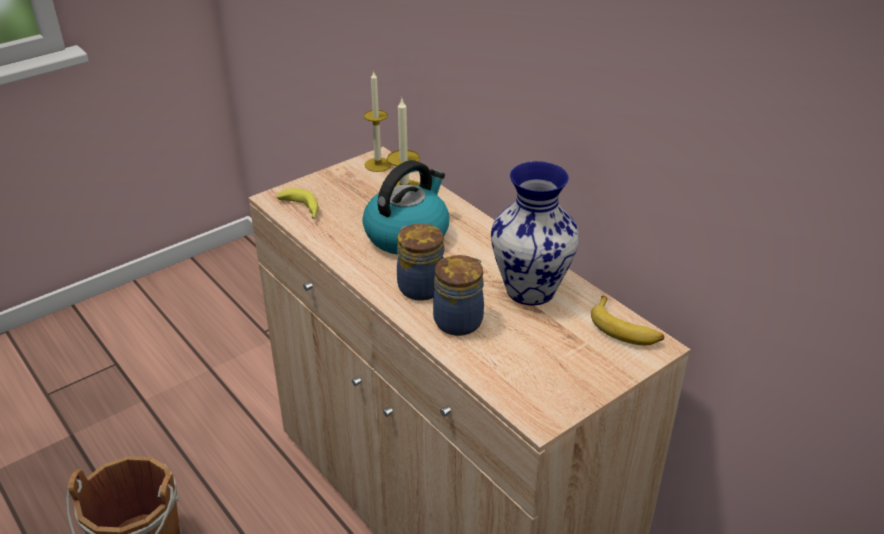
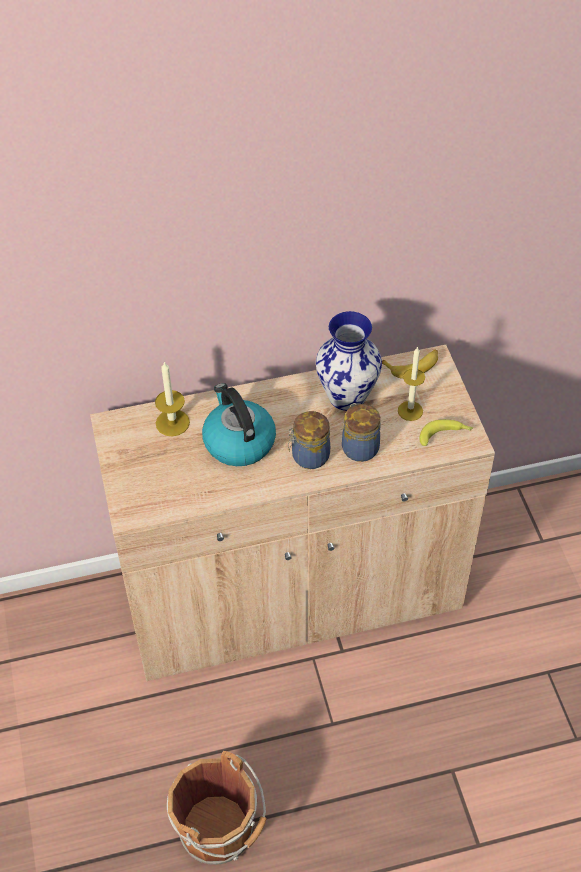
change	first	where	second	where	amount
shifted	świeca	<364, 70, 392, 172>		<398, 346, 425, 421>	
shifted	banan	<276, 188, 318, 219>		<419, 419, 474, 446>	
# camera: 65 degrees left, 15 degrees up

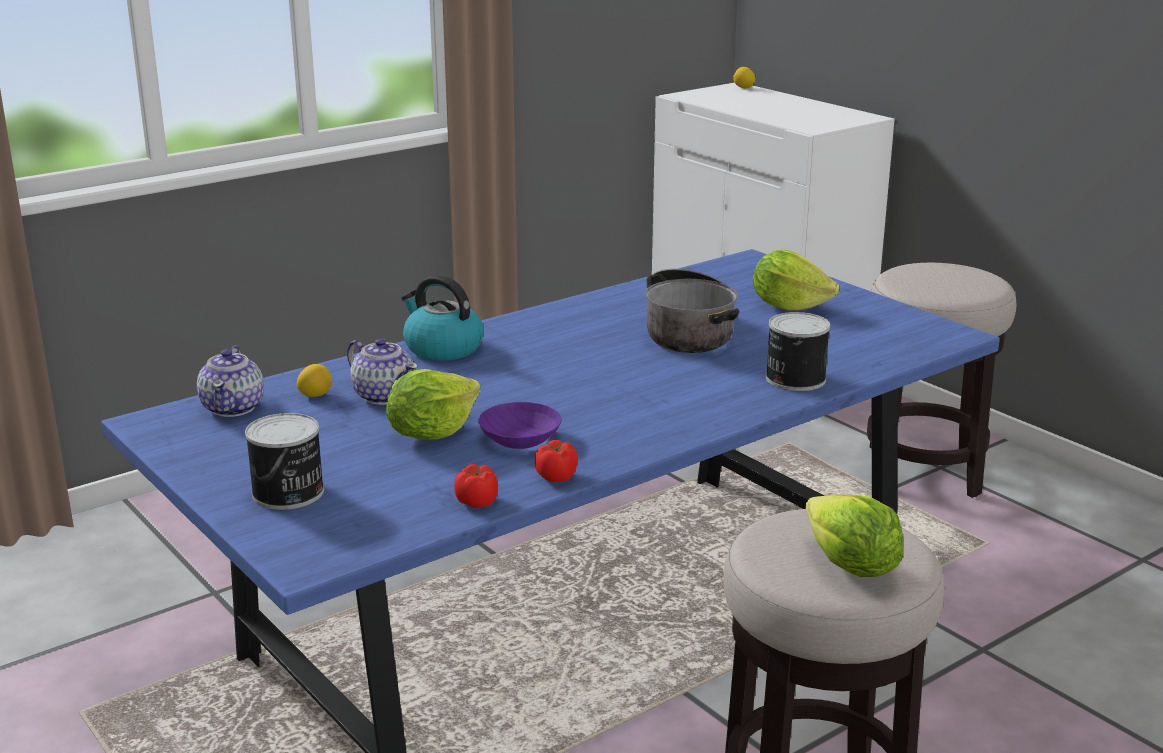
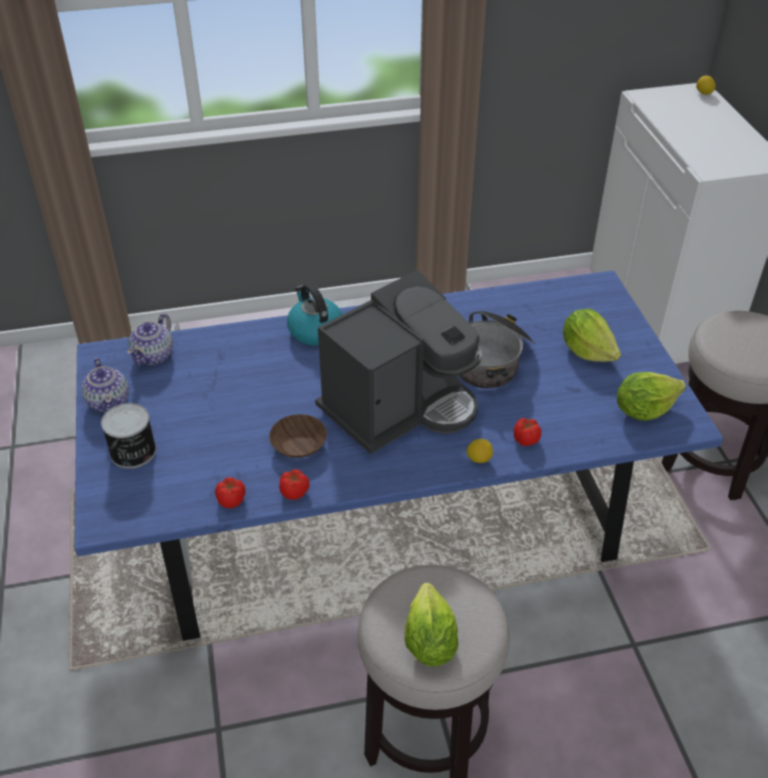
change	first	where	second	where	amount
shifted	imbryk	<347, 338, 418, 405>		<82, 358, 129, 412>	
repainted	miska [fioletowy]	<478, 402, 562, 449>	miska [brązowy]	<269, 414, 327, 458>	
new			ekspres do kawy	<315, 270, 482, 454>	
shifted	cytryna	<297, 364, 332, 397>		<466, 439, 493, 463>	
swapped	puszka	<766, 312, 830, 391>	pomidor	<514, 418, 541, 446>	
shifted	sałata	<386, 369, 481, 440>		<617, 372, 686, 421>	
# camera: 25 degrees right, 20 degrees up

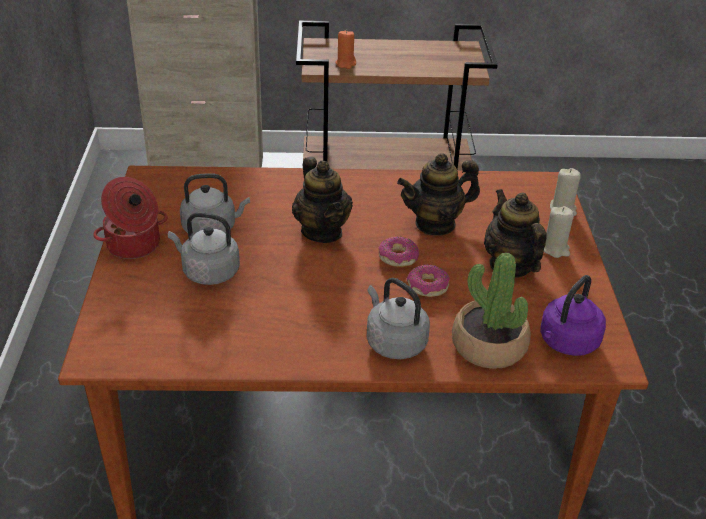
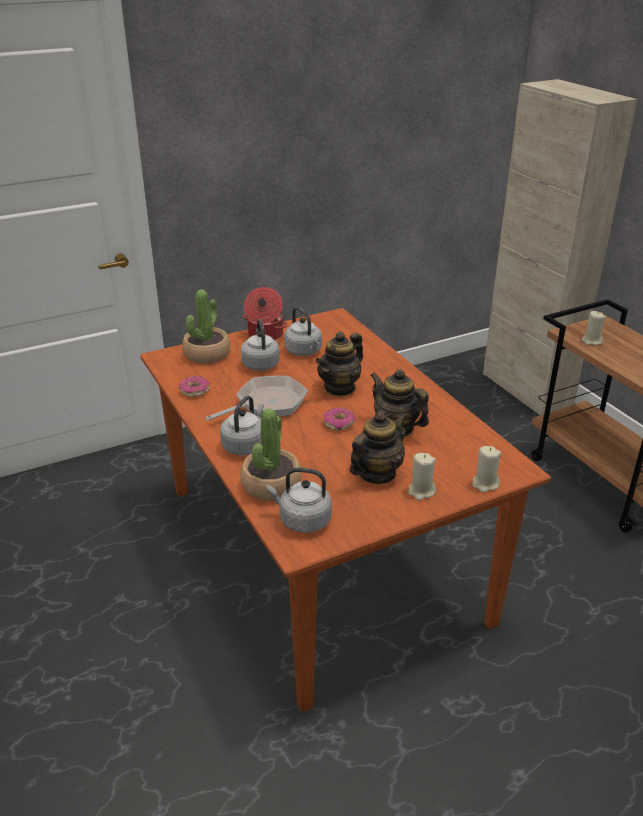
change	first	where	second	where	amount
shifted	donut	<407, 264, 450, 297>		<179, 376, 210, 397>	
new			roślina doniczkowa	<182, 289, 230, 364>	
new			patelnia	<205, 376, 308, 421>	
repainted	czajnik [fioletowy]	<540, 275, 606, 356>	czajnik [szary]	<267, 468, 332, 533>	
repainted	świeca [pomarańczowy]	<335, 30, 356, 69>	świeca [beżowy]	<582, 311, 606, 345>	
# camera: 65 degrees right, 5 degrees down

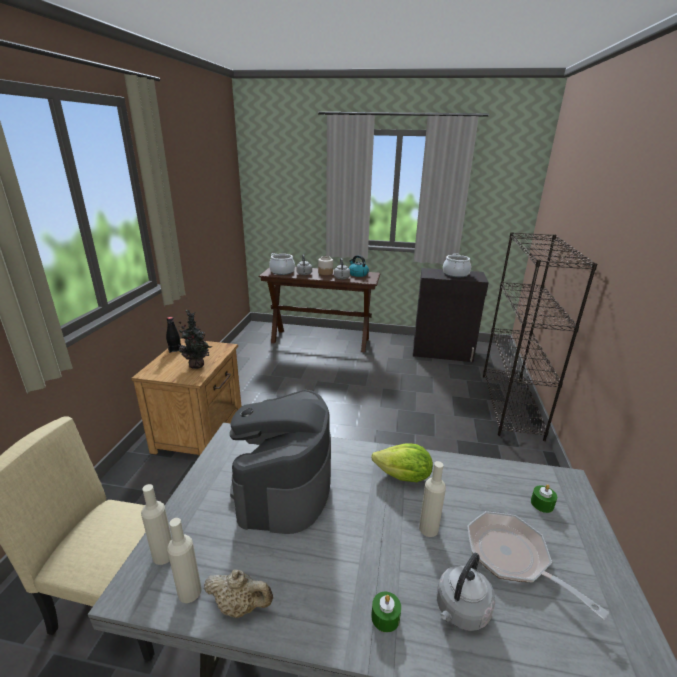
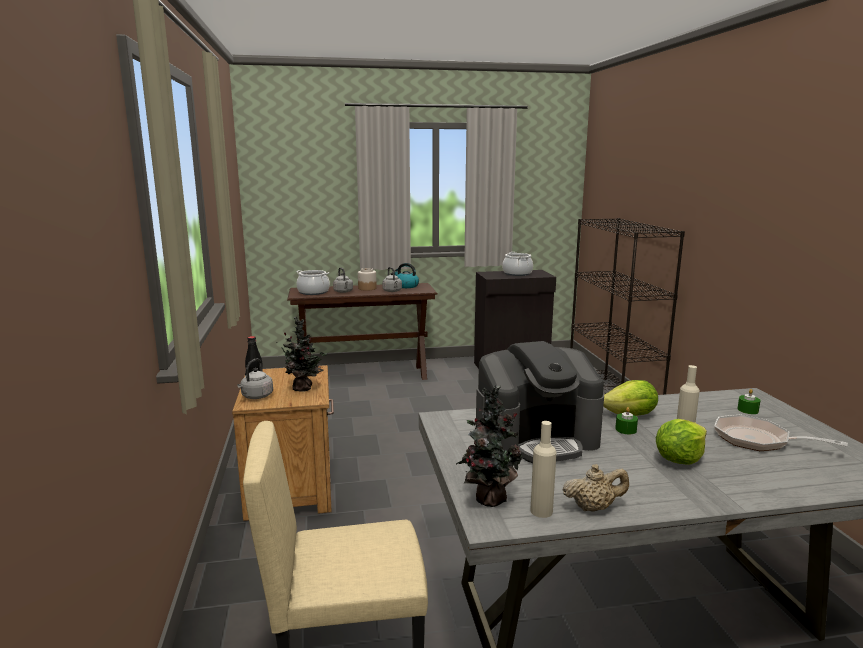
change	first	where	second	where	amount
shifted	czajnik [szary]	<437, 553, 495, 631>		<237, 358, 273, 399>	
swapped	butelka [beżowy]	<141, 484, 172, 565>	roślina doniczkowa	<456, 385, 522, 507>	
rotated	ekspres do kawy	<230, 389, 331, 534>		<476, 341, 604, 463>	90 degrees counterclockwise
shifted	świeca [zielony]	<371, 592, 401, 632>		<615, 407, 638, 434>	
new			sałata	<656, 419, 707, 464>	
# camera: 20 degrees left, 10 degrees down

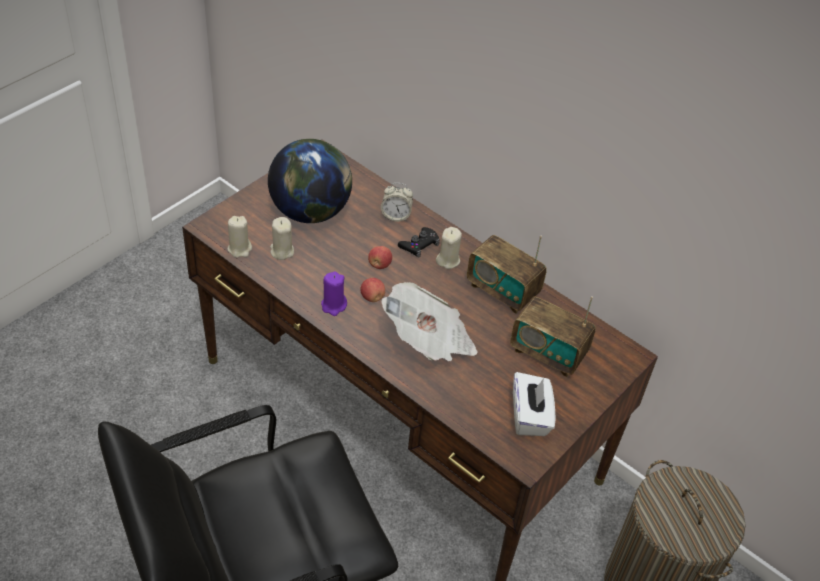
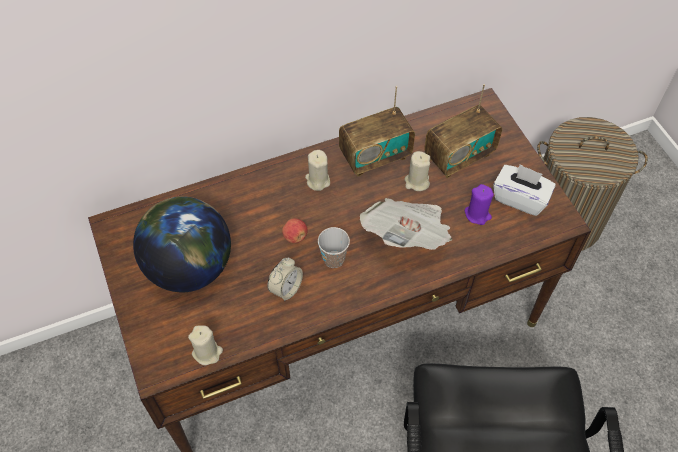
change	first	where	second	where	amount
shifted	budzik	<381, 183, 413, 222>		<267, 257, 303, 301>	
swapped	jabłko	<360, 278, 385, 302>	filiżanka	<318, 227, 350, 268>	
shifted	świeca [beżowy]	<270, 217, 294, 260>		<405, 151, 430, 191>	
shifted	świeca [fioletowy]	<321, 271, 347, 316>		<465, 184, 494, 225>	
gone	pad do gier [czarny]	<398, 227, 440, 258>			
# camera: 60 degrees left, 10 degrees up

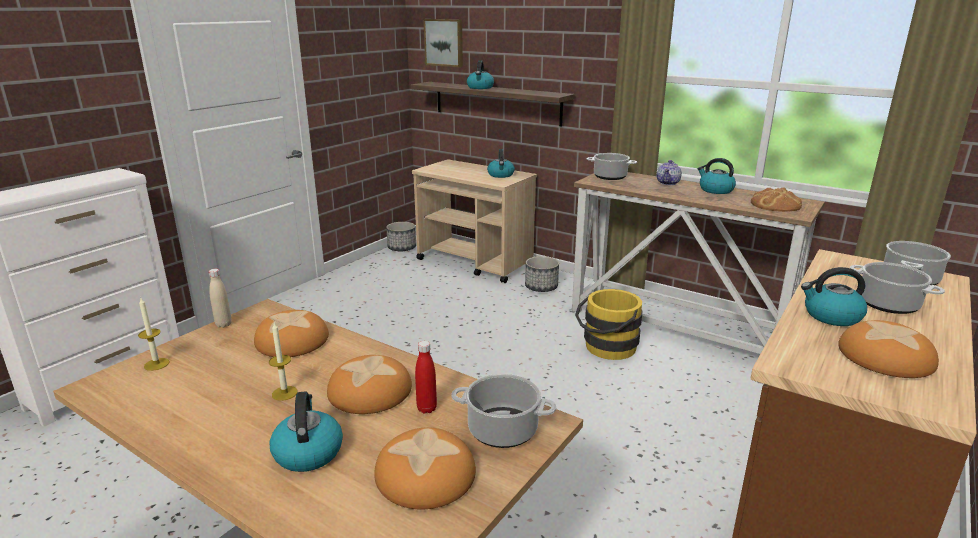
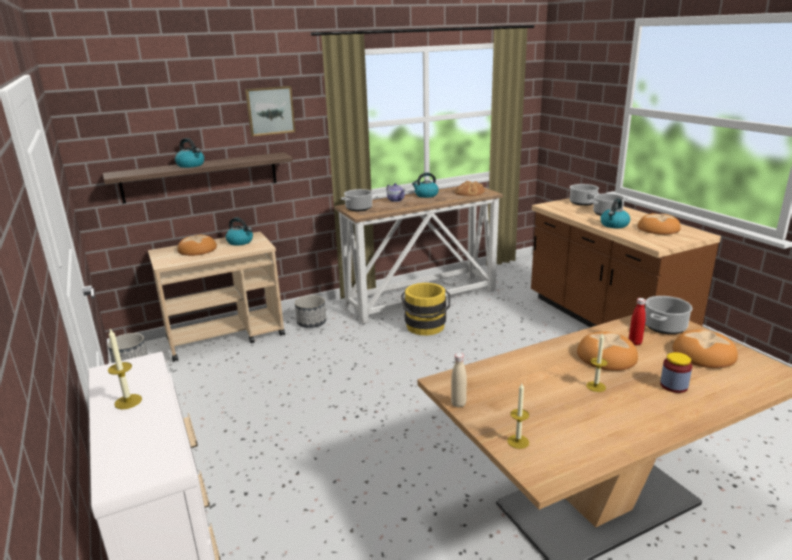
change	first	where	second	where	amount
new			świeca	<108, 329, 142, 409>	
shifted	chleb	<254, 310, 329, 357>		<177, 235, 217, 256>	
shifted	obraz	<423, 19, 463, 67>		<245, 86, 295, 136>	
swapped	czajnik	<269, 391, 343, 472>	słoik	<660, 352, 692, 393>	
# camera: 60 degrees left, 0 degrees up

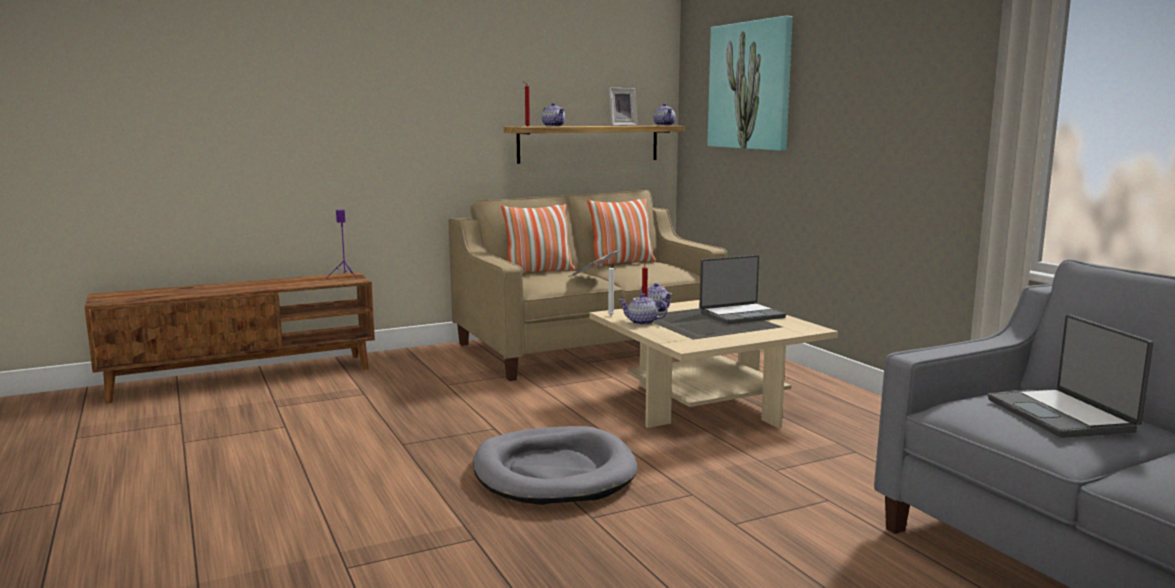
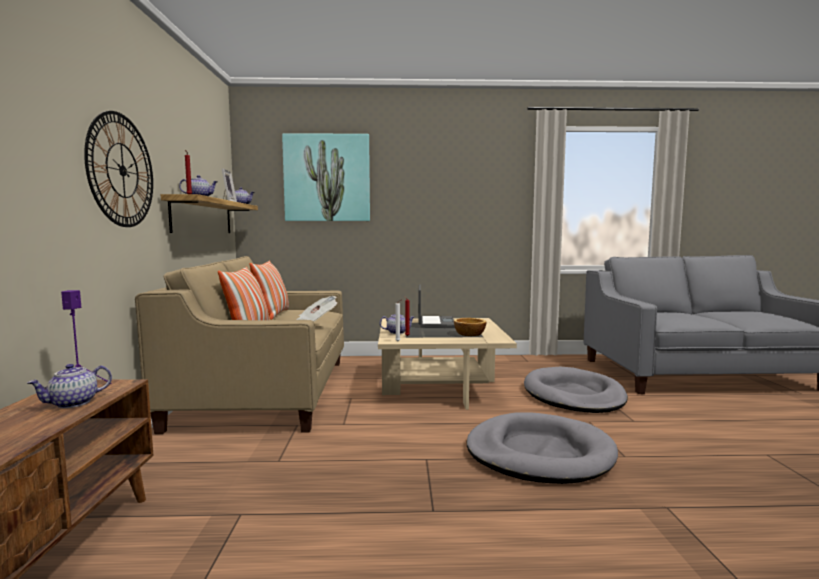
change	first	where	second	where	amount
shifted	imbryk	<619, 293, 668, 325>		<27, 364, 112, 408>	
new			zegar ścienny	<84, 111, 153, 227>	
new			miska	<454, 318, 486, 336>	
new			legowisko [szary]	<524, 367, 628, 413>	
gone	laptop	<988, 315, 1153, 438>			
# camera: 65 degrees left, 5 degrees down

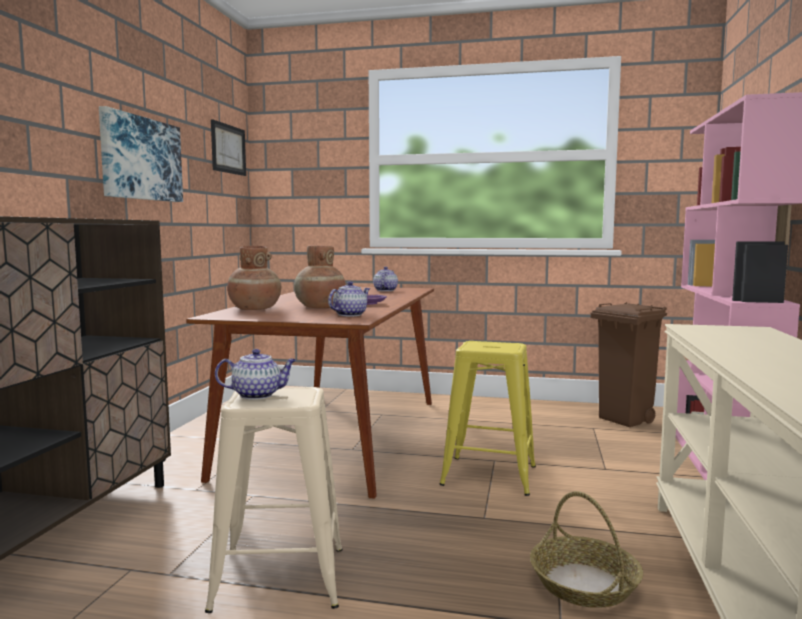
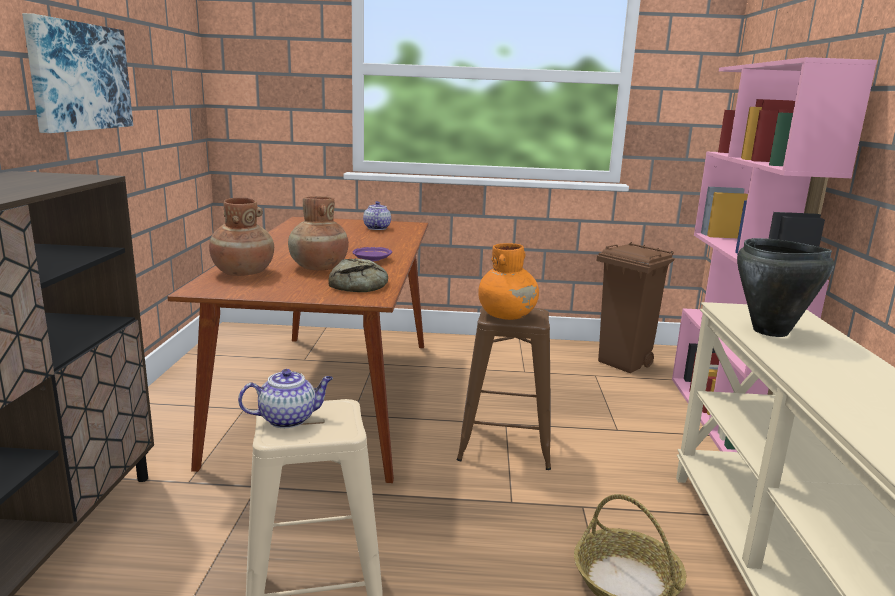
change	first	where	second	where	amount
swapped	imbryk	<328, 281, 370, 317>	chleb	<328, 258, 388, 292>	
repainted	stołek [żółty]	<439, 341, 536, 496>	stołek [brązowy]	<457, 306, 551, 470>	
new			wazon [pomarańczowy]	<478, 243, 539, 320>	
new			garnek [czarny]	<737, 238, 834, 337>	
gone	obraz	<211, 119, 246, 176>			
# camera: 10 degrees left, 10 degrees up

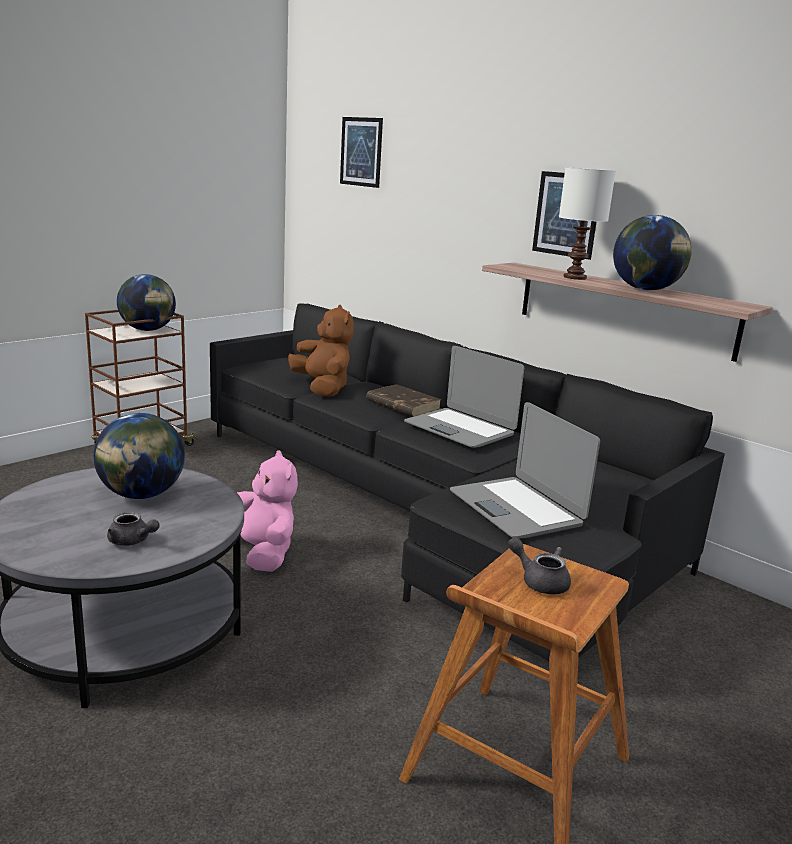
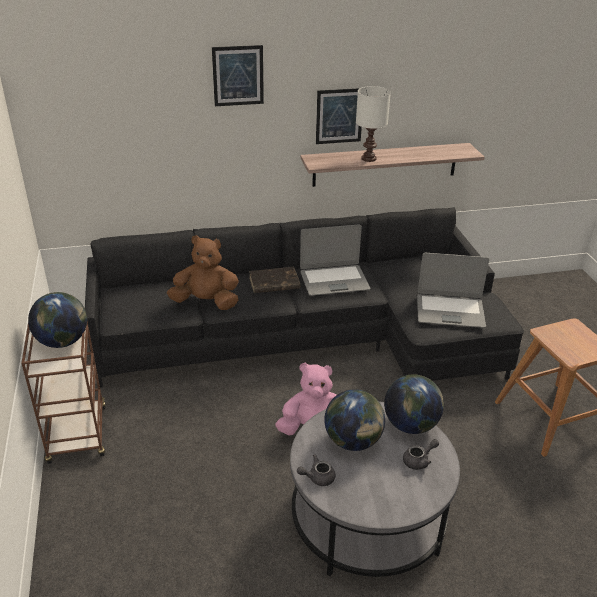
change	first	where	second	where	amount
shifted	obraz	<340, 117, 383, 188>		<212, 45, 264, 106>	
shifted	imbryk [szary]	<508, 537, 571, 595>		<297, 455, 335, 486>	
shifted	globus	<613, 215, 692, 291>		<384, 374, 444, 434>	
# camera: 55 degrees left, 15 degrees up

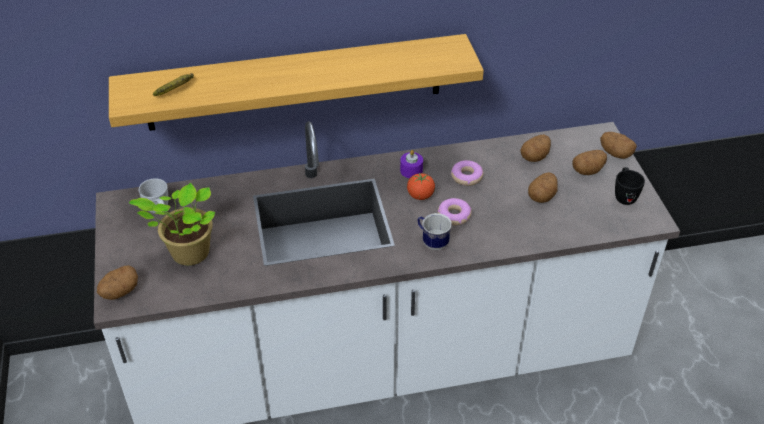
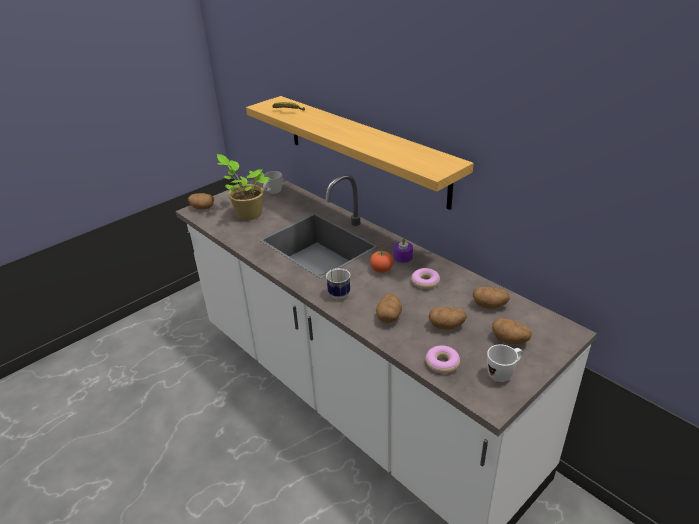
change	first	where	second	where	amount
shifted	ziemniak	<600, 132, 637, 159>		<376, 294, 402, 323>	
shifted	donut	<437, 198, 472, 225>		<425, 345, 460, 373>	
repainted	kubek [czarny]	<615, 167, 645, 205>	kubek [biały]	<487, 344, 523, 382>	
# camera: 60 degrees right, 10 degrees down

